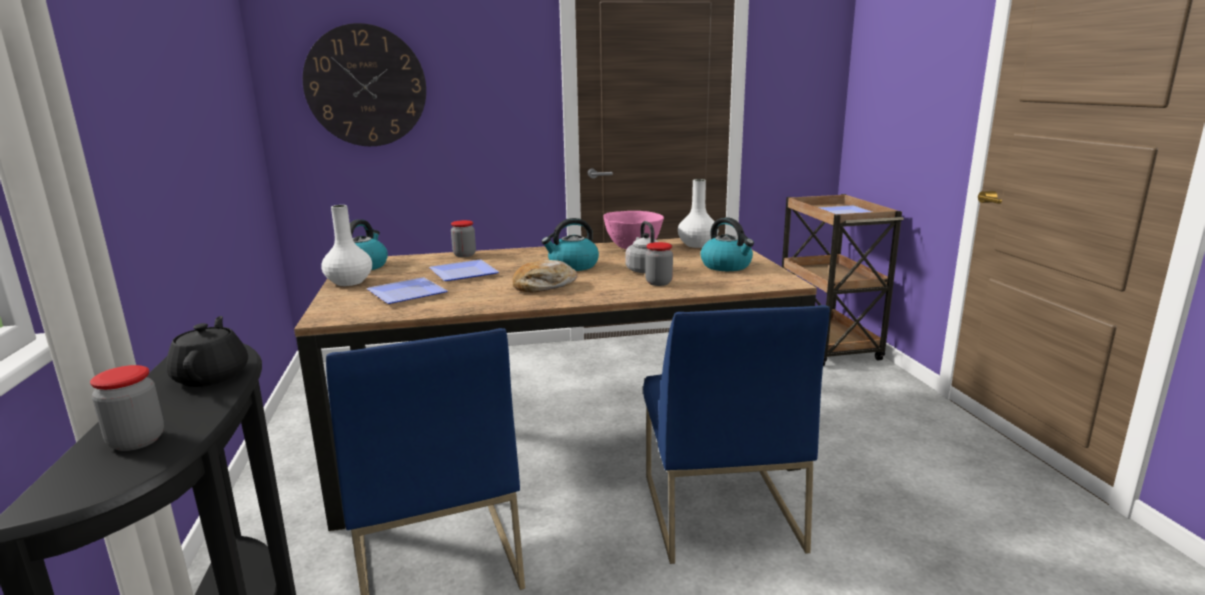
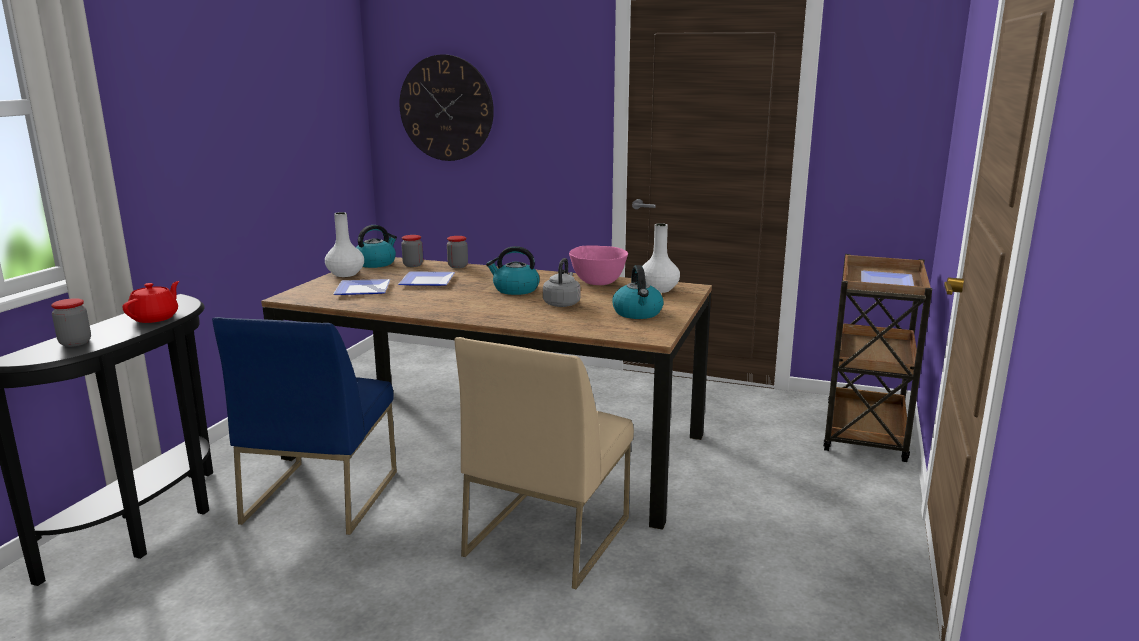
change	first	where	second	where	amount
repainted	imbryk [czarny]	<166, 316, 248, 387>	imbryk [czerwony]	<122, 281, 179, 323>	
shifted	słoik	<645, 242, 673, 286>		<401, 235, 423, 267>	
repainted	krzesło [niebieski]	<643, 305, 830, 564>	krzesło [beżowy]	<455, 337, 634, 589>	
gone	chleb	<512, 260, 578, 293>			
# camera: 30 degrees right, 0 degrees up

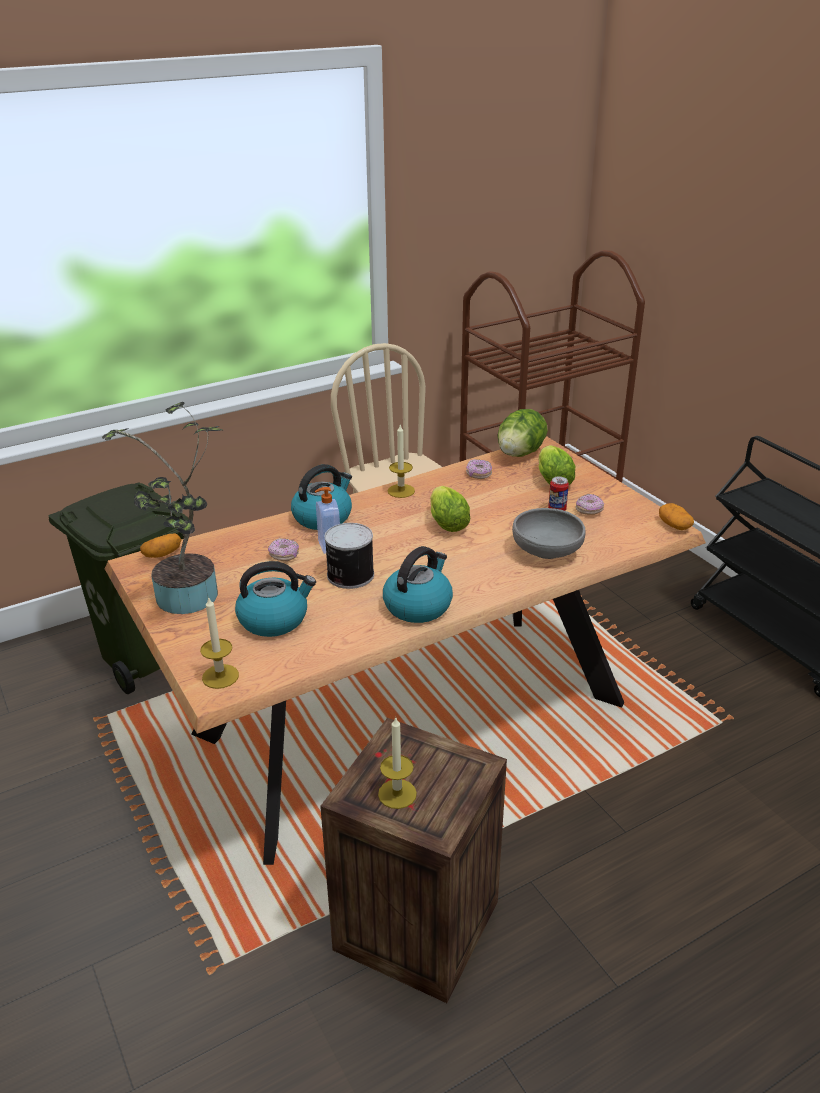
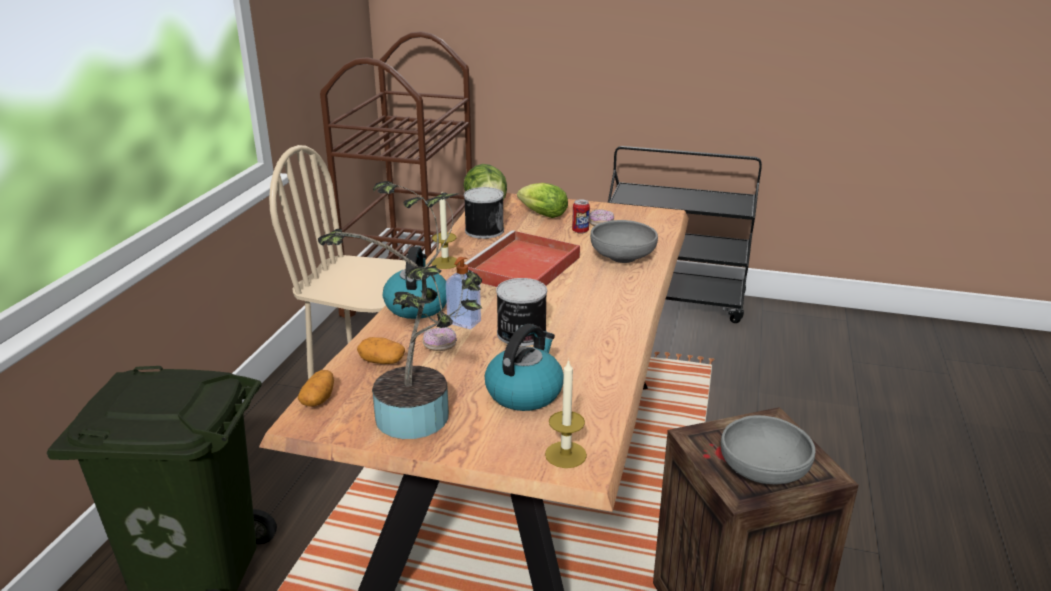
change	first	where	second	where	amount
shifted	ziemniak	<659, 503, 694, 530>		<357, 337, 405, 364>	
swapped	donut	<466, 459, 492, 479>	puszka	<464, 187, 504, 239>	
swapped	sałata	<430, 486, 470, 532>	taca [czerwony]	<464, 230, 580, 287>	
swapped	świeca	<378, 716, 417, 809>	miska [szary]	<721, 415, 816, 485>	
gone	czajnik	<383, 546, 453, 623>			
# camera: 45 degrees left, 5 degrees down

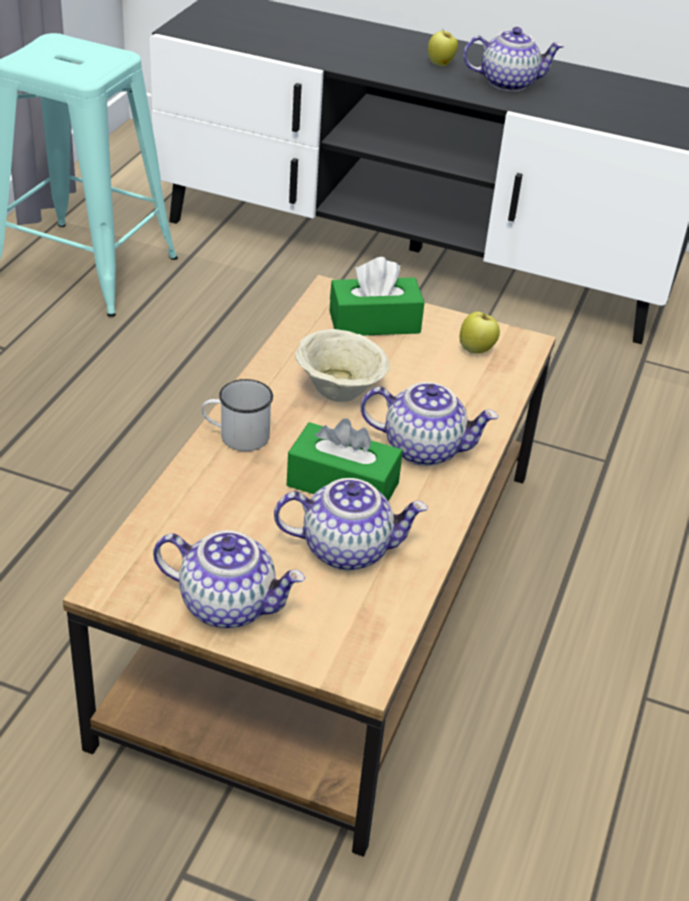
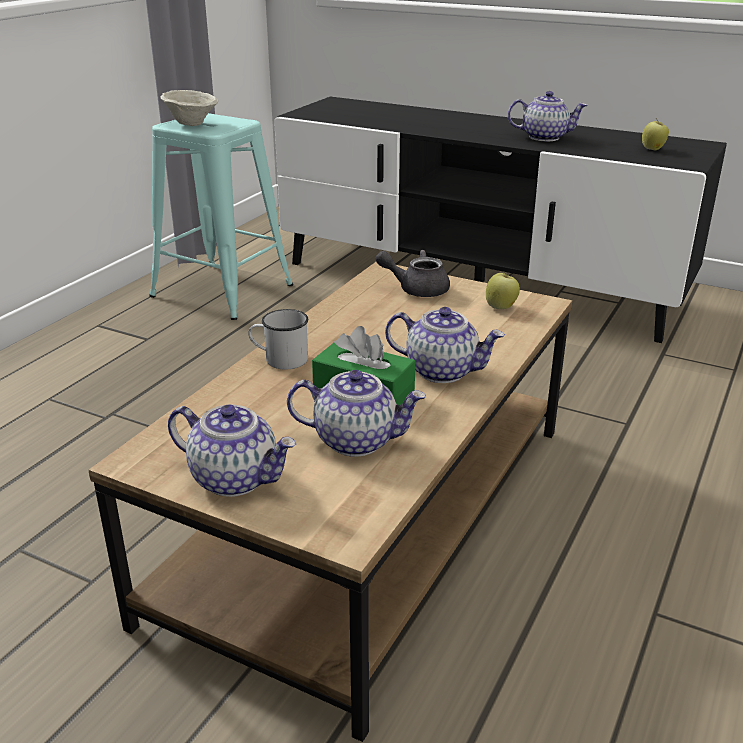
change	first	where	second	where	amount
shifted	miska [beżowy]	<295, 329, 390, 402>		<160, 90, 218, 126>	
swapped	pudełko chusteczek [zielony]	<330, 257, 425, 336>	imbryk [szary]	<375, 250, 450, 297>	
shifted	jabłko	<428, 29, 458, 66>		<642, 118, 669, 150>	
# camera: 10 degrees right, 10 degrees down

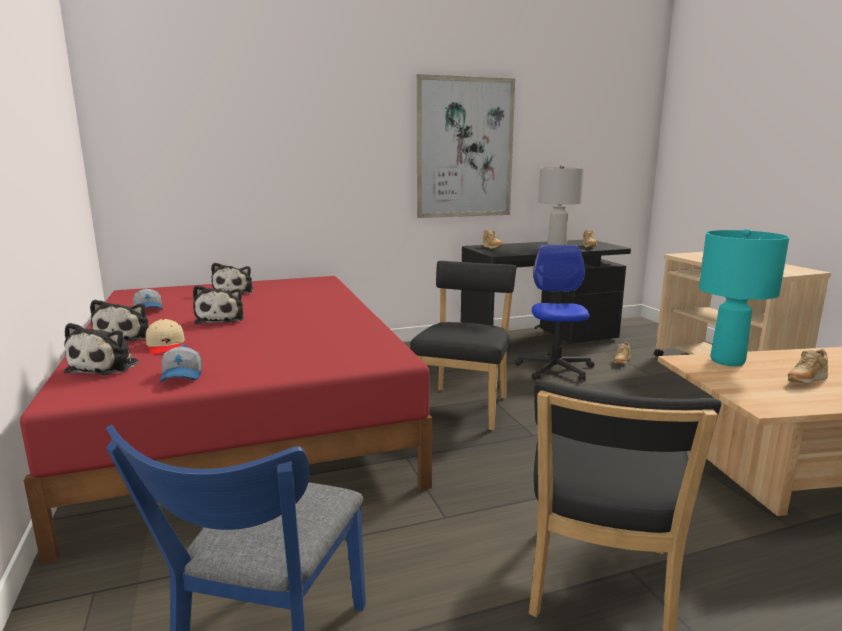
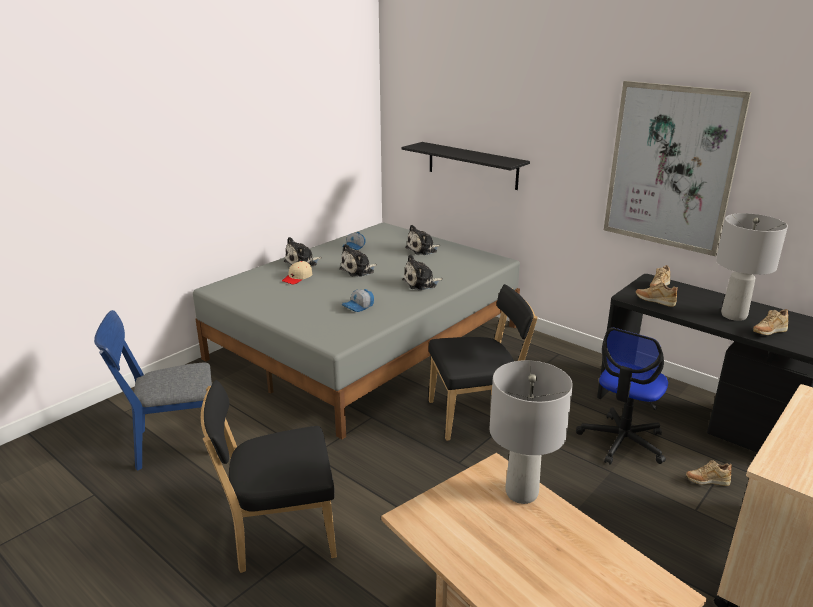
change	first	where	second	where	amount
repainted	łóżko [czerwony]	<20, 276, 432, 564>	łóżko [szary]	<193, 223, 520, 439>	
shifted	czapka z daszkiem	<160, 345, 202, 382>		<342, 289, 374, 312>	
new			półka [czarny]	<402, 142, 530, 190>	
shifted	pluszak	<64, 323, 139, 375>		<402, 255, 443, 290>	
repainted	lampa stołowa [turkusowy]	<699, 229, 789, 366>	lampa stołowa [szary]	<490, 360, 573, 504>	
rotated	krzesło biurowe	<515, 245, 595, 381>		<576, 327, 668, 465>	150 degrees clockwise
shifted	but [beżowy]	<788, 349, 828, 384>		<636, 282, 678, 307>	
# camera: 60 degrees right, 10 degrees up

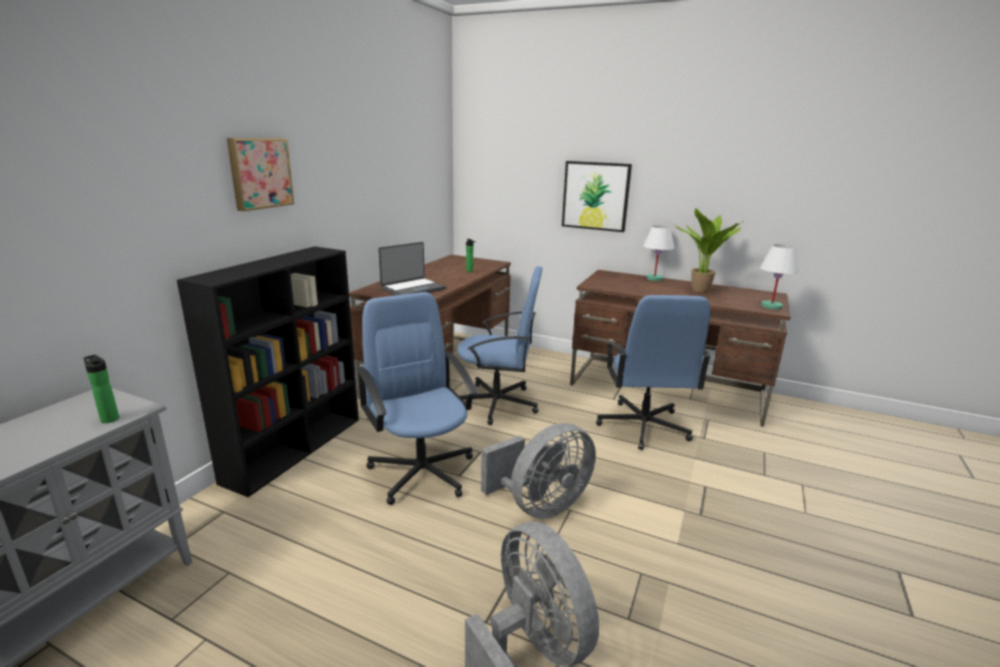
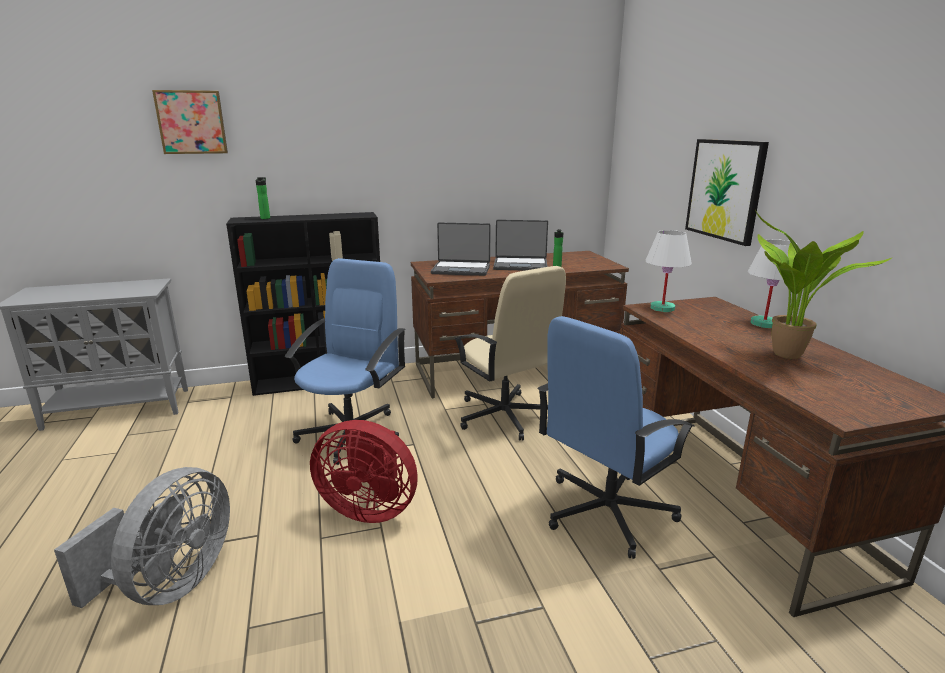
change	first	where	second	where	amount
shifted	obraz	<227, 138, 294, 211>		<152, 90, 228, 154>	
shifted	butelka	<84, 355, 119, 423>		<256, 177, 270, 219>	
repainted	wentylator [szary]	<481, 423, 596, 519>	wentylator [czerwony]	<310, 420, 418, 523>	
repainted	krzesło biurowe [niebieski]	<457, 266, 543, 425>	krzesło biurowe [beżowy]	<454, 266, 566, 441>	
new			laptop	<493, 220, 548, 271>	
shifted	lampa stołowa [biały]	<760, 244, 799, 310>		<645, 230, 692, 312>	
# camera: 50 degrees right, 0 degrees up

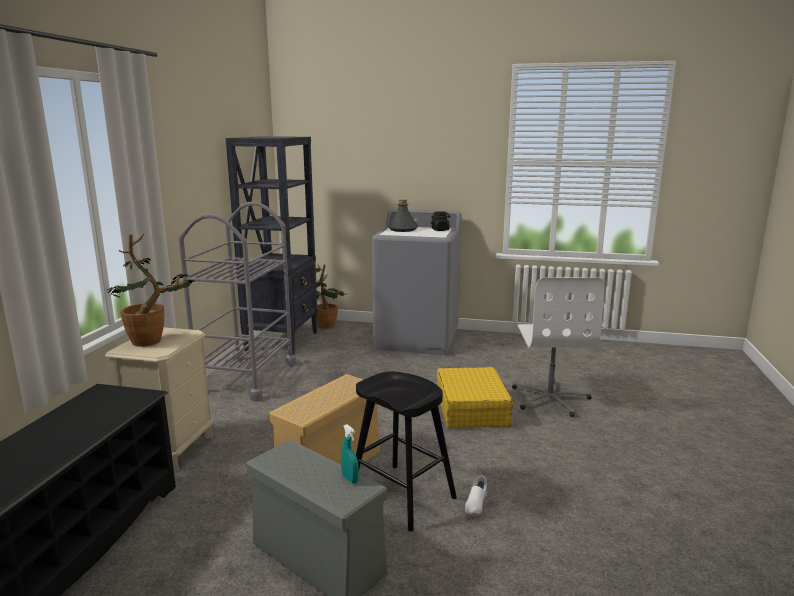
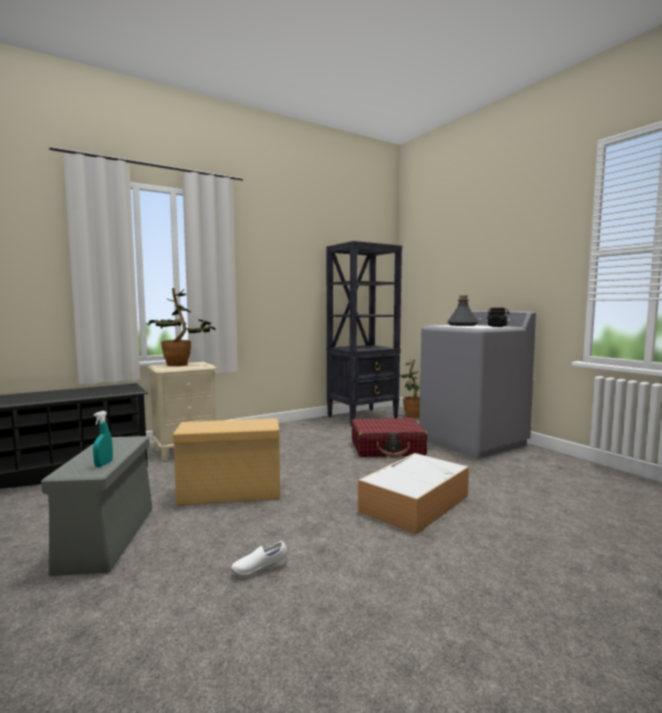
change	first	where	second	where	amount
new			walizka [czerwony]	<351, 418, 428, 458>	
swapped	walizka [żółty]	<437, 367, 513, 428>	pojemnik do przechowywania	<358, 453, 469, 535>	
gone	wózek [szary]	<179, 201, 296, 401>			
gone	stołek [czarny]	<356, 371, 457, 531>			
gone	krzesło biurowe [biały]	<512, 278, 604, 417>			
# camera: 45 degrees right, 10 degrees down

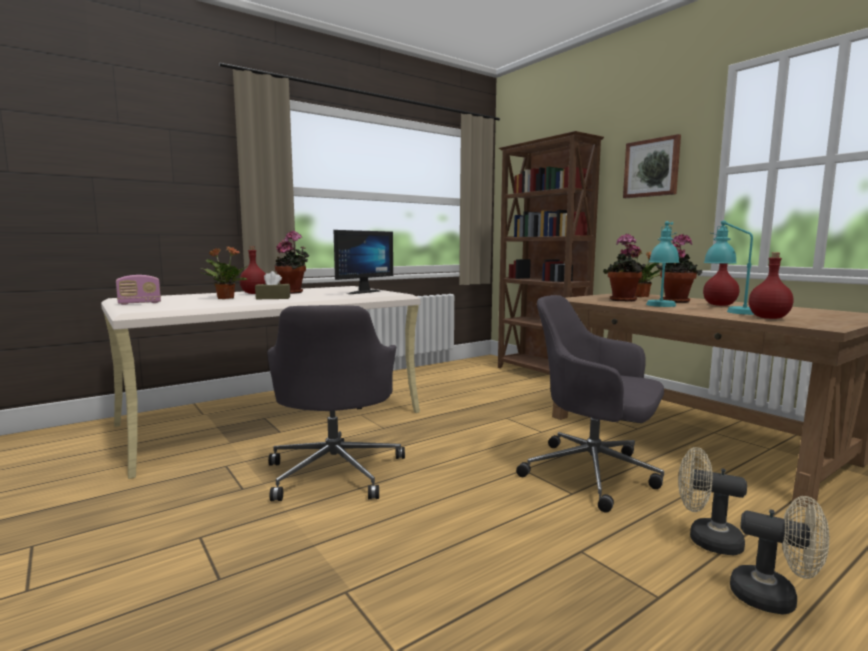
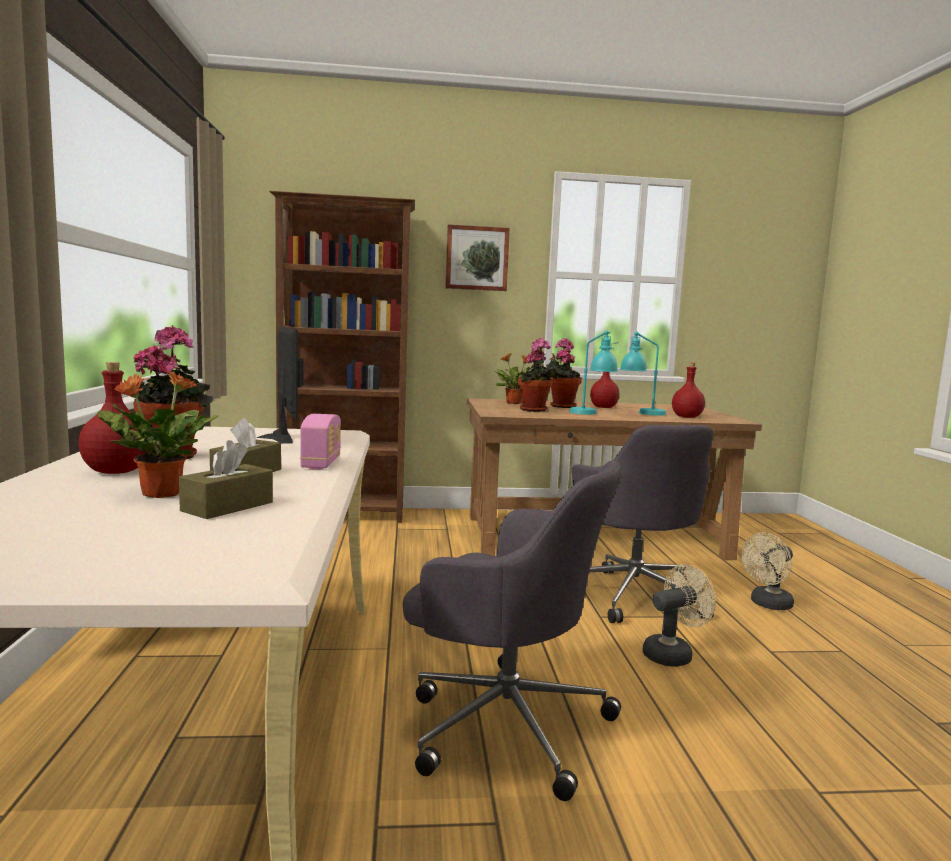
change	first	where	second	where	amount
new			pudełko chusteczek [brązowy]	<179, 440, 273, 519>	
shifted	radio	<116, 275, 161, 305>		<300, 414, 341, 470>	
rotated	krzesło biurowe [szary]	<516, 295, 664, 513>		<572, 425, 714, 623>	75 degrees counterclockwise
shifted	wentylator [beżowy]	<730, 496, 829, 615>		<642, 564, 716, 667>	
# camera: 60 degrees left, 0 degrees up

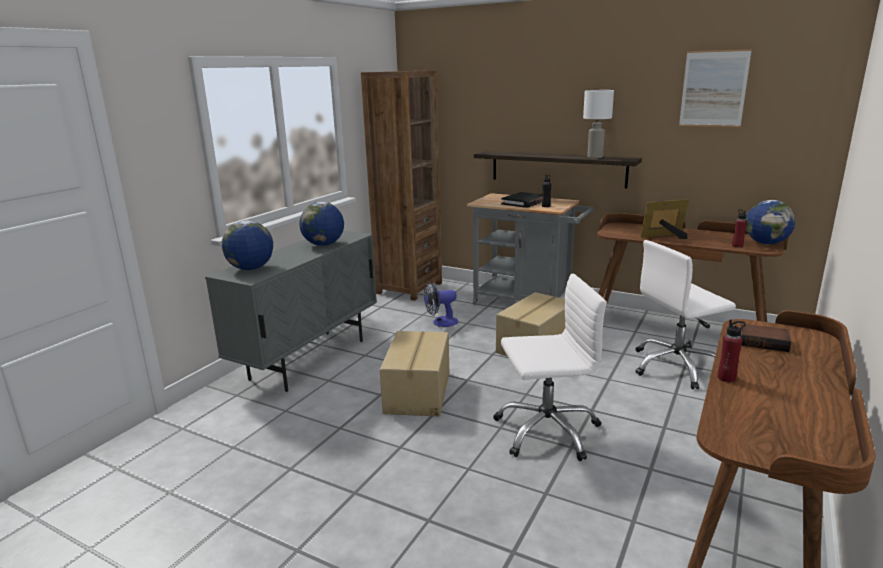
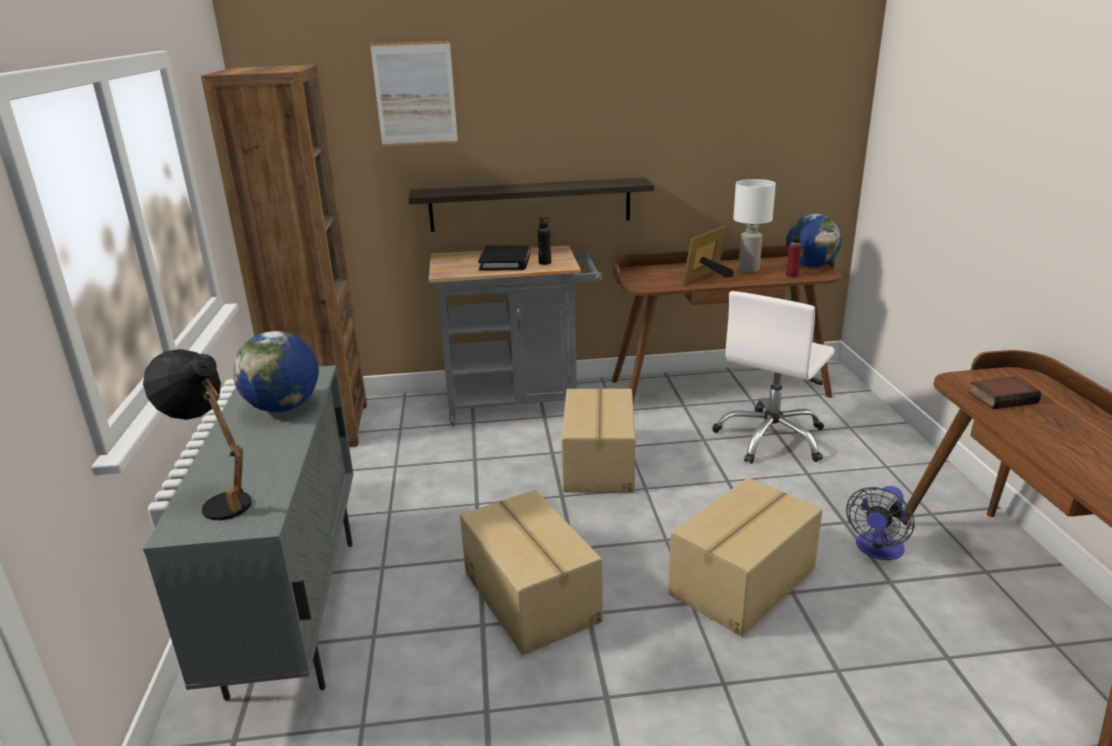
change	first	where	second	where	amount
swapped	globus	<222, 220, 273, 270>	lampa stołowa [czarny]	<143, 349, 251, 520>	
shifted	obraz	<679, 49, 752, 127>		<370, 41, 458, 146>	
swapped	krzesło biurowe [biały]	<493, 273, 607, 461>	karton	<668, 478, 822, 636>	
shifted	lampa stołowa [biały]	<583, 90, 614, 158>		<733, 179, 776, 273>	
shifted	wentylator	<424, 282, 458, 327>		<846, 486, 915, 560>	
gone	butelka [czerwony]	<717, 319, 746, 383>			
# camera: 35 degrees left, 5 degrees up

